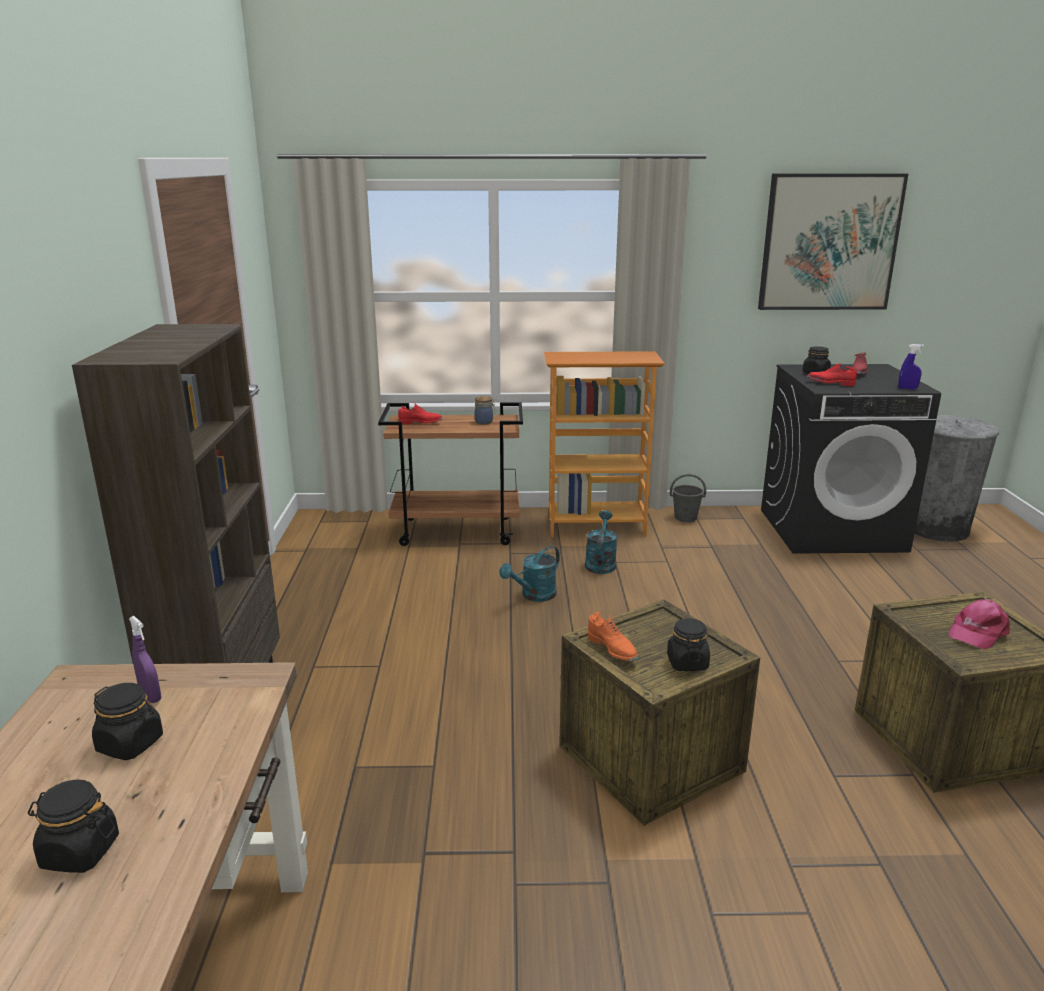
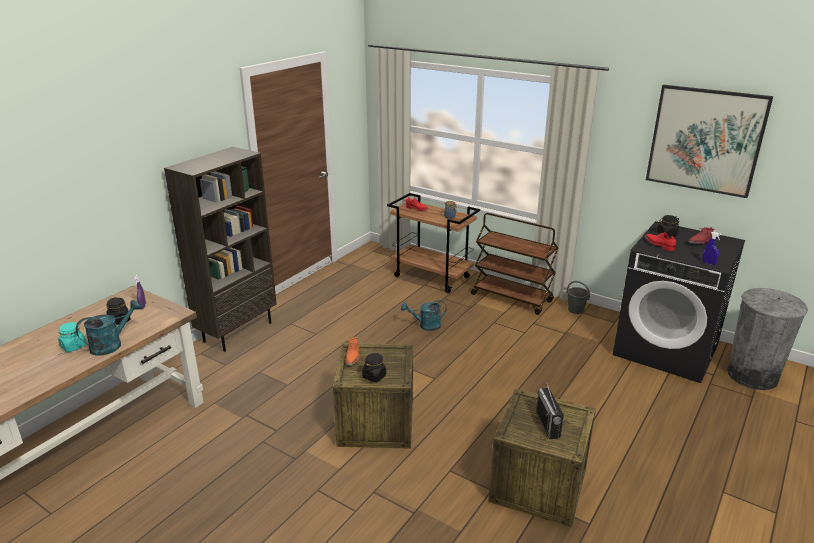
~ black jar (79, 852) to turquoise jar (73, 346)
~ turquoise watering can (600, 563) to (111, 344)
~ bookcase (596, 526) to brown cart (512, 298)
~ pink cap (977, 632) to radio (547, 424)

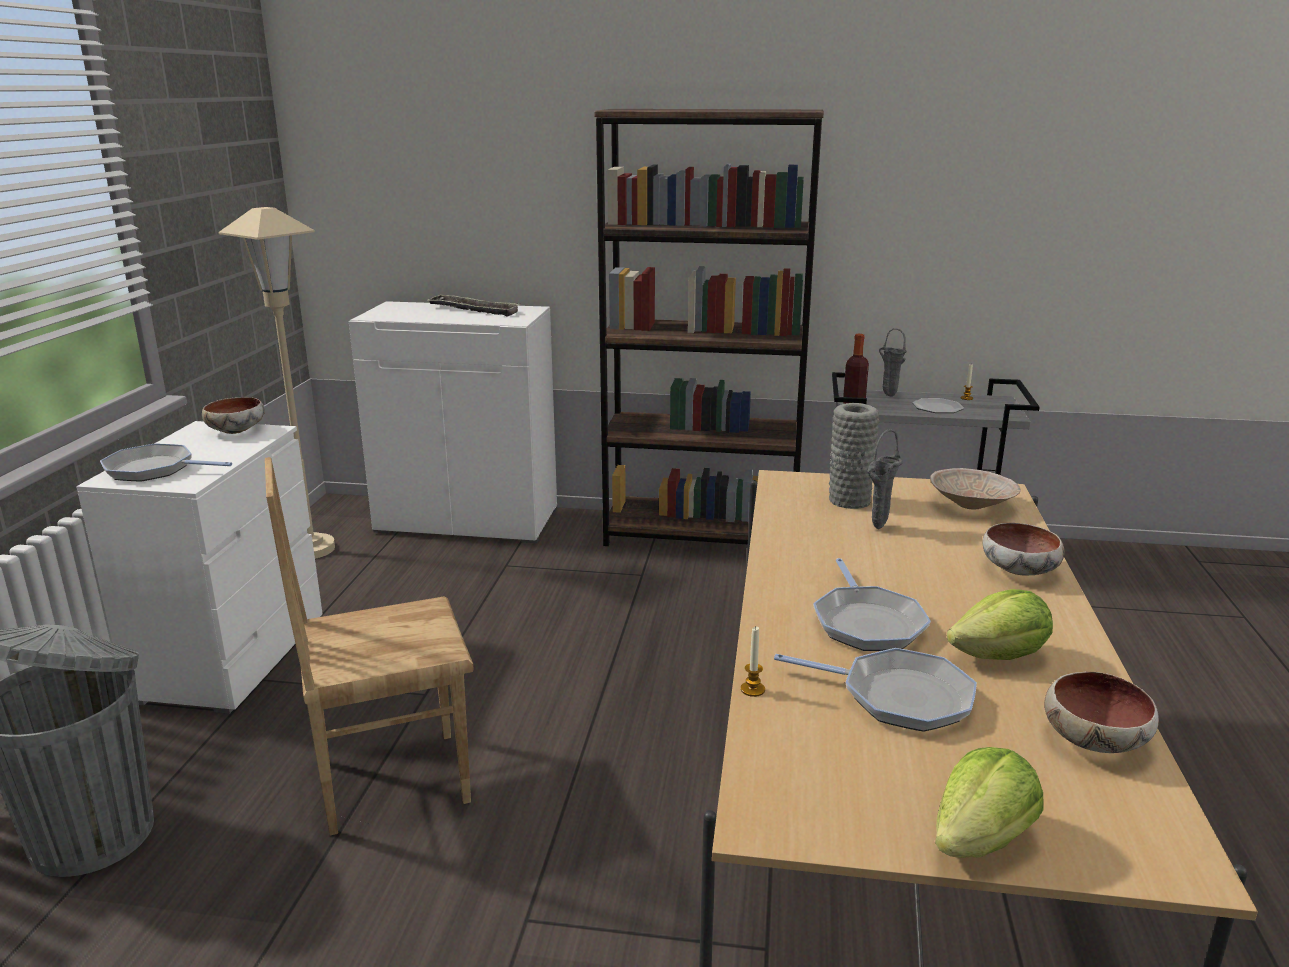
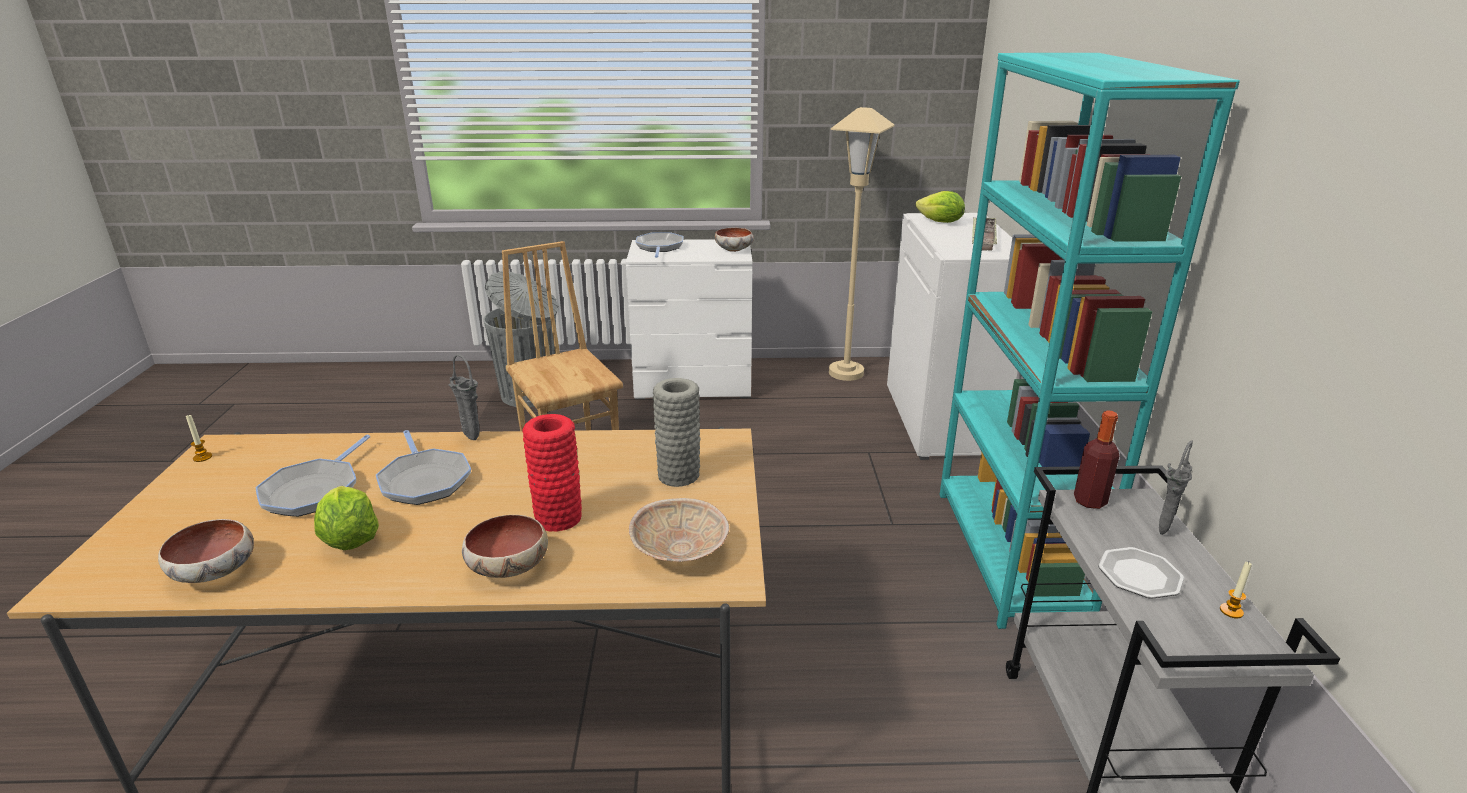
~ candle (752, 689) to (202, 457)
~ frying pan (867, 623) = (424, 480) 105 degrees counterclockwise
~ grey vase (878, 528) to (470, 438)
+ red vase (559, 518)
~ lettuce (981, 840) to (940, 222)
~ brown bookcase (702, 535) to turquoise bookcase (1009, 554)

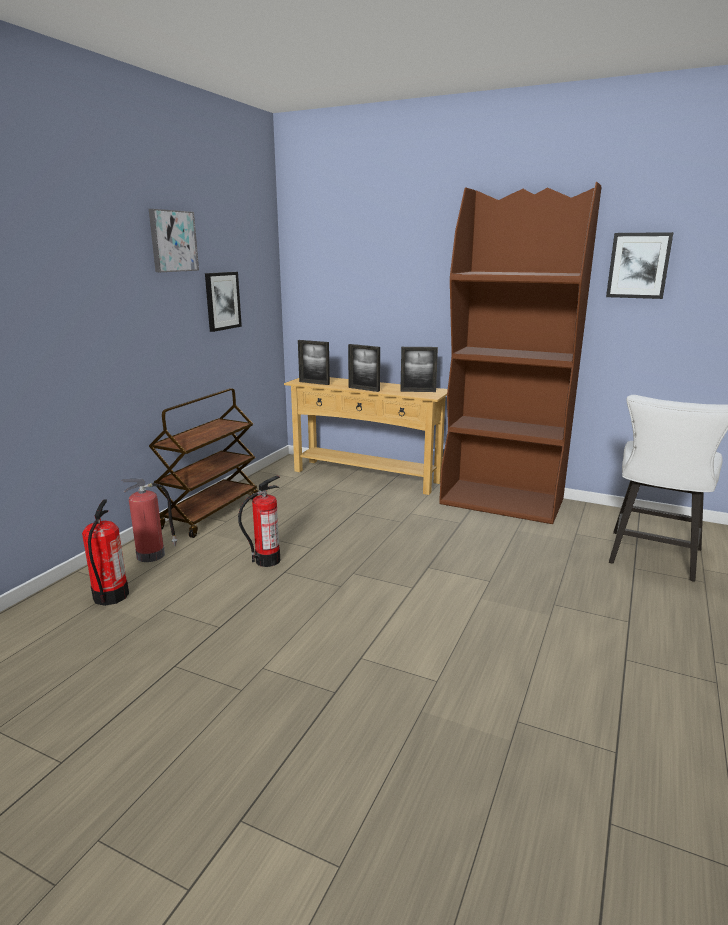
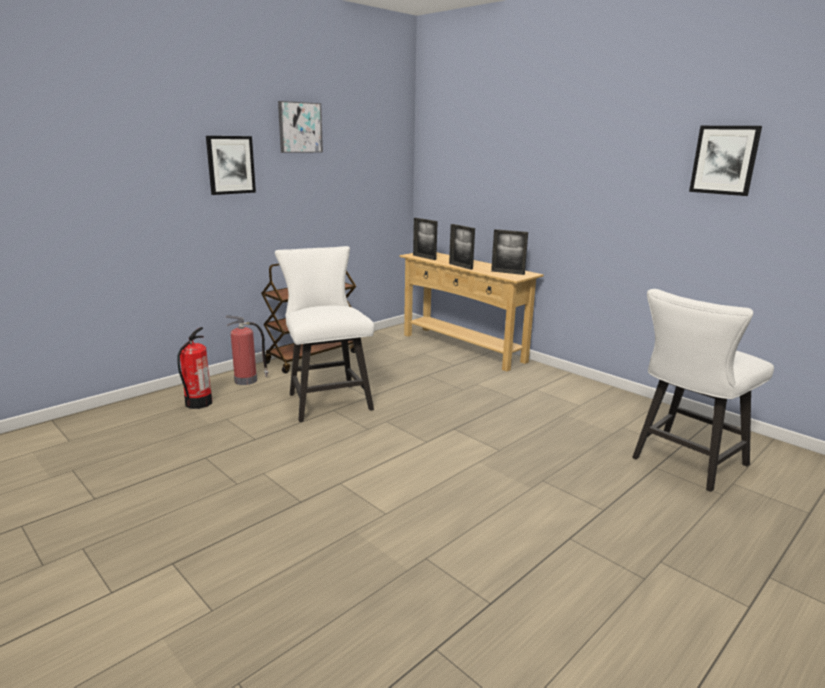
~ picture (222, 301) to (230, 165)
~ fire extinguisher (267, 560) to white chair (327, 399)
- brown bookcase (503, 501)

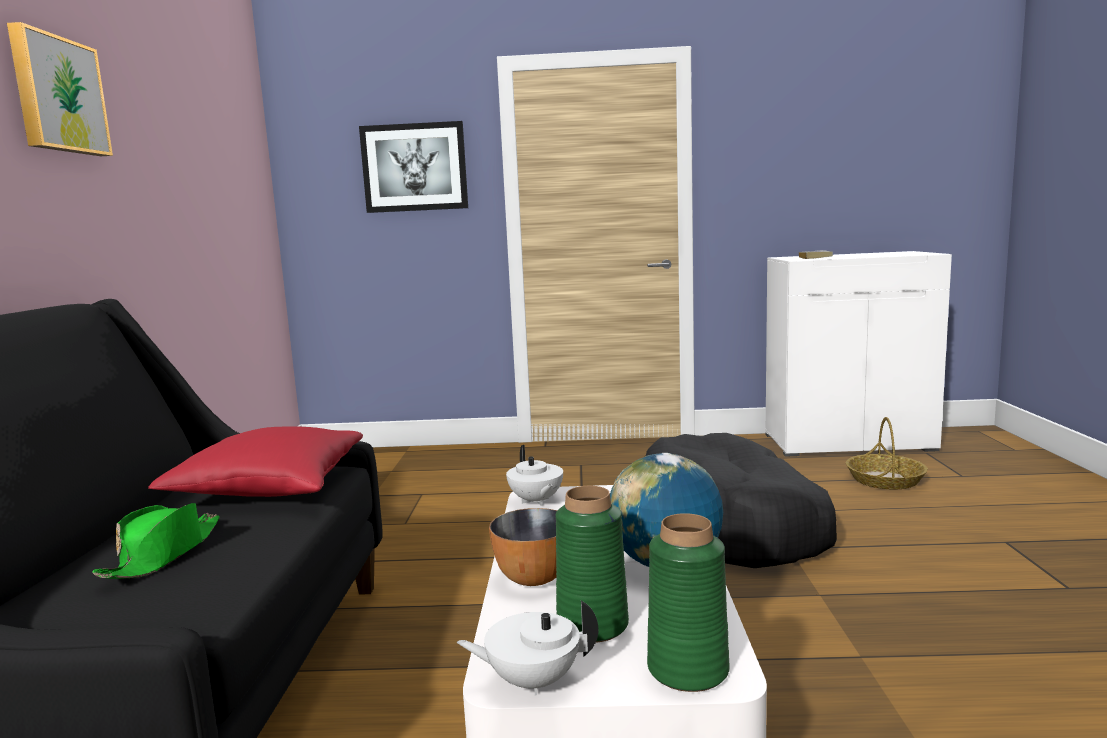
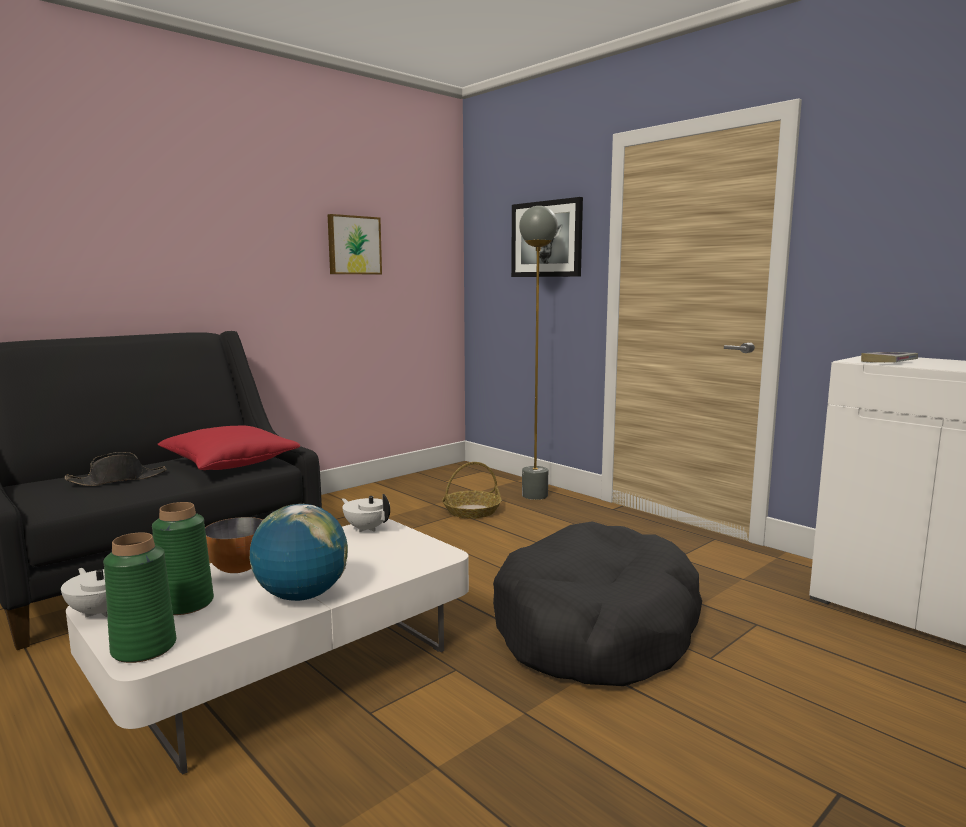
~ green hat (164, 554) to black hat (118, 480)
~ picture (57, 95) to (353, 245)
~ white teapot (536, 501) = (367, 528) 105 degrees clockwise
~ basket (884, 480) to (472, 511)
+ grey floor lamp (535, 495)

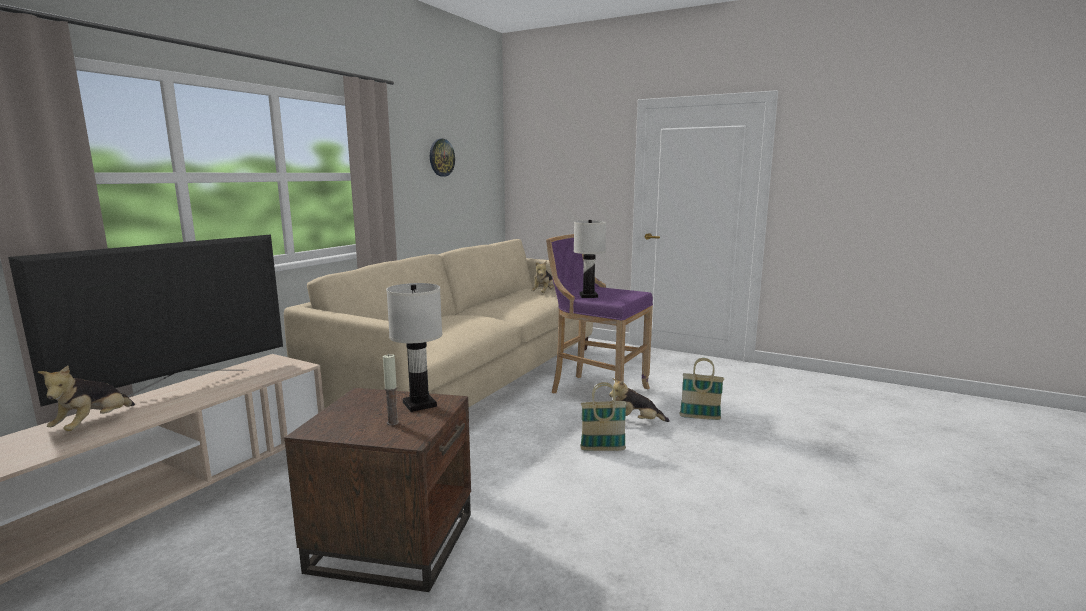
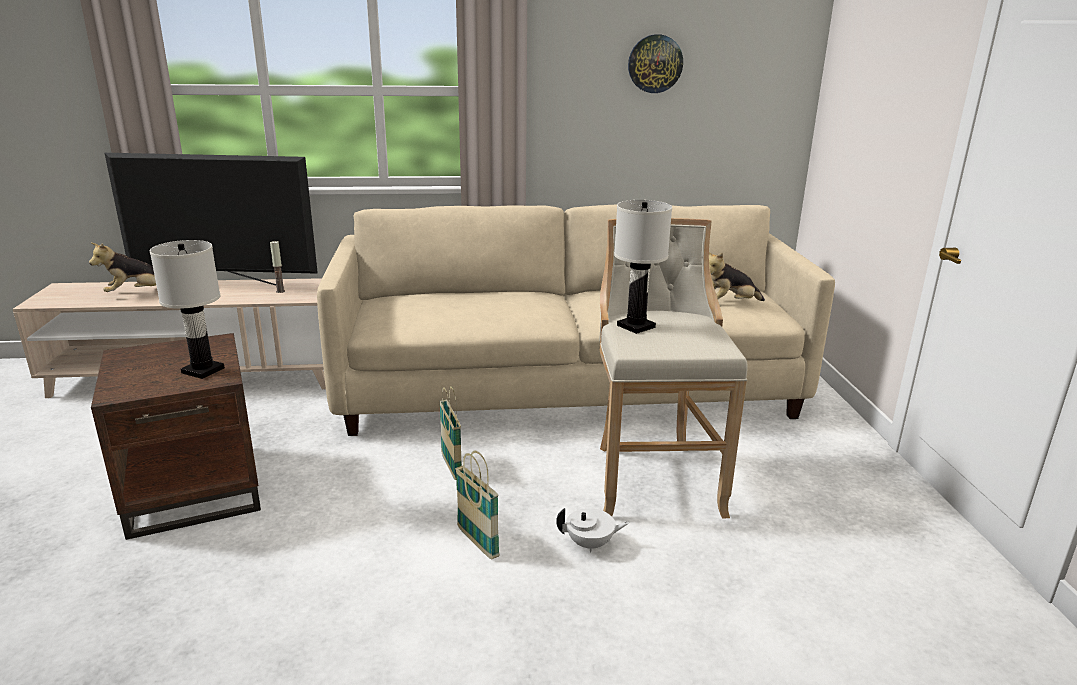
~ candle (393, 422) to (280, 291)
~ basket (700, 417) to (451, 467)
~ plush toy (636, 422) to white teapot (590, 544)
~ purple stool (596, 391) to beige stool (652, 478)

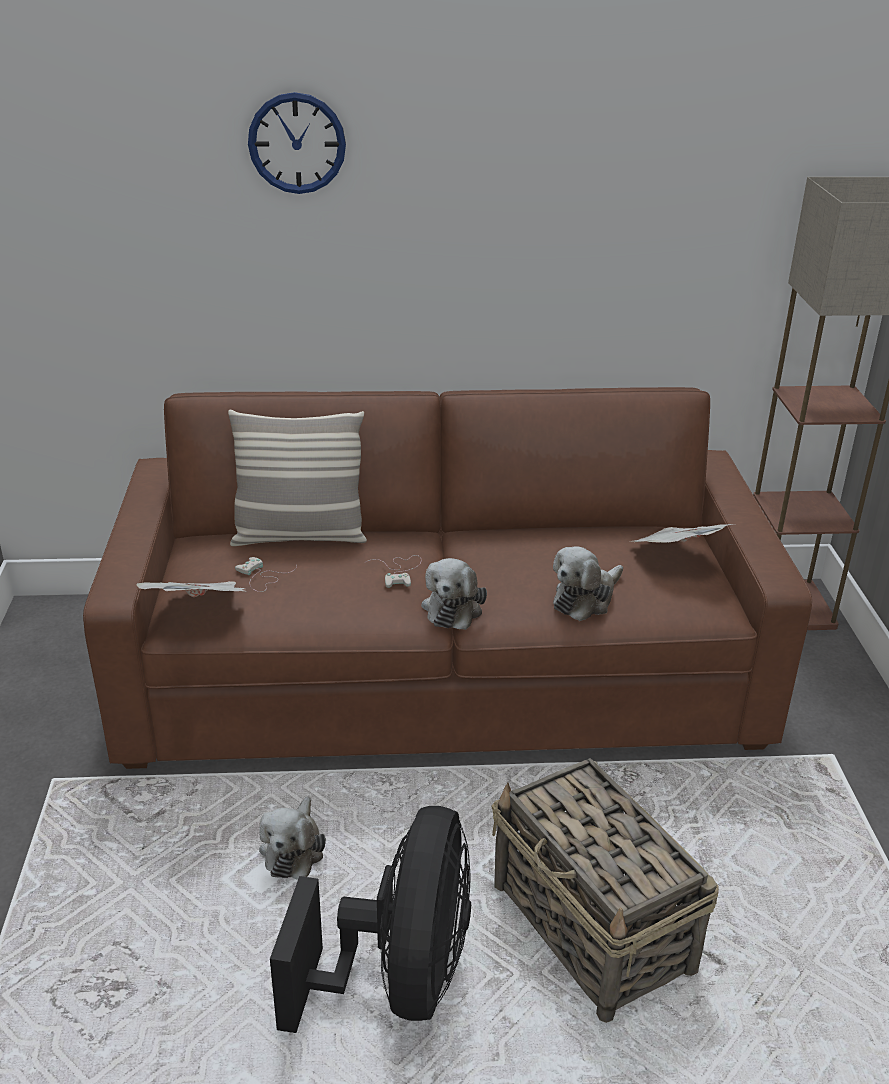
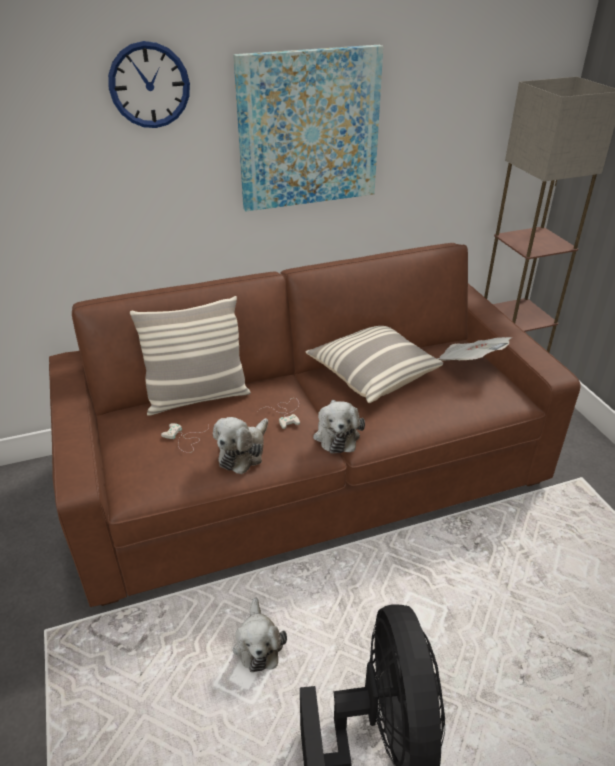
~ plush toy (585, 599) to (243, 452)
+ picture (308, 129)
+ pillow (372, 374)
- newspaper (199, 610)
- basket (593, 928)

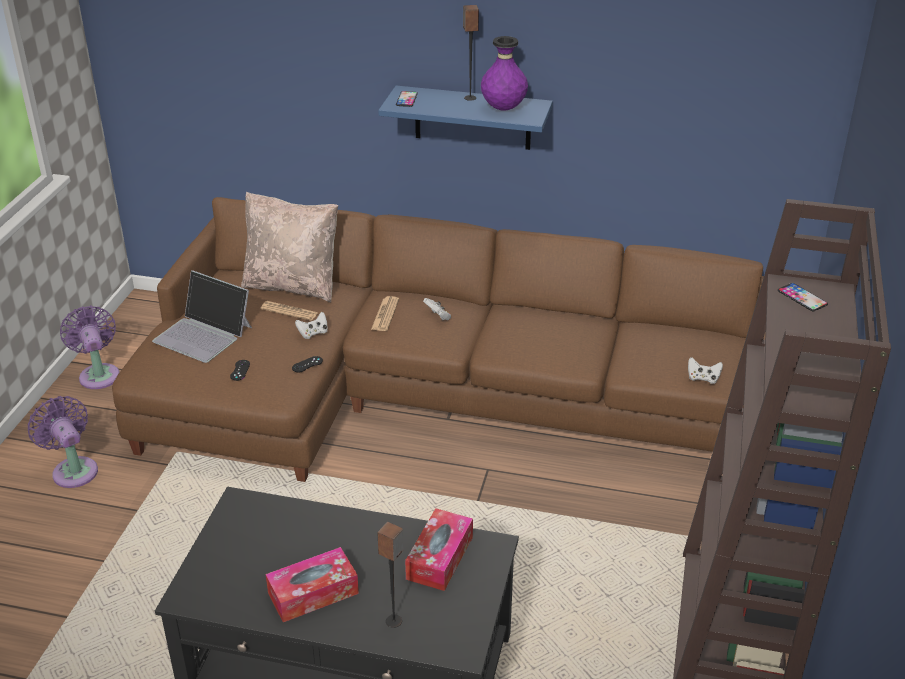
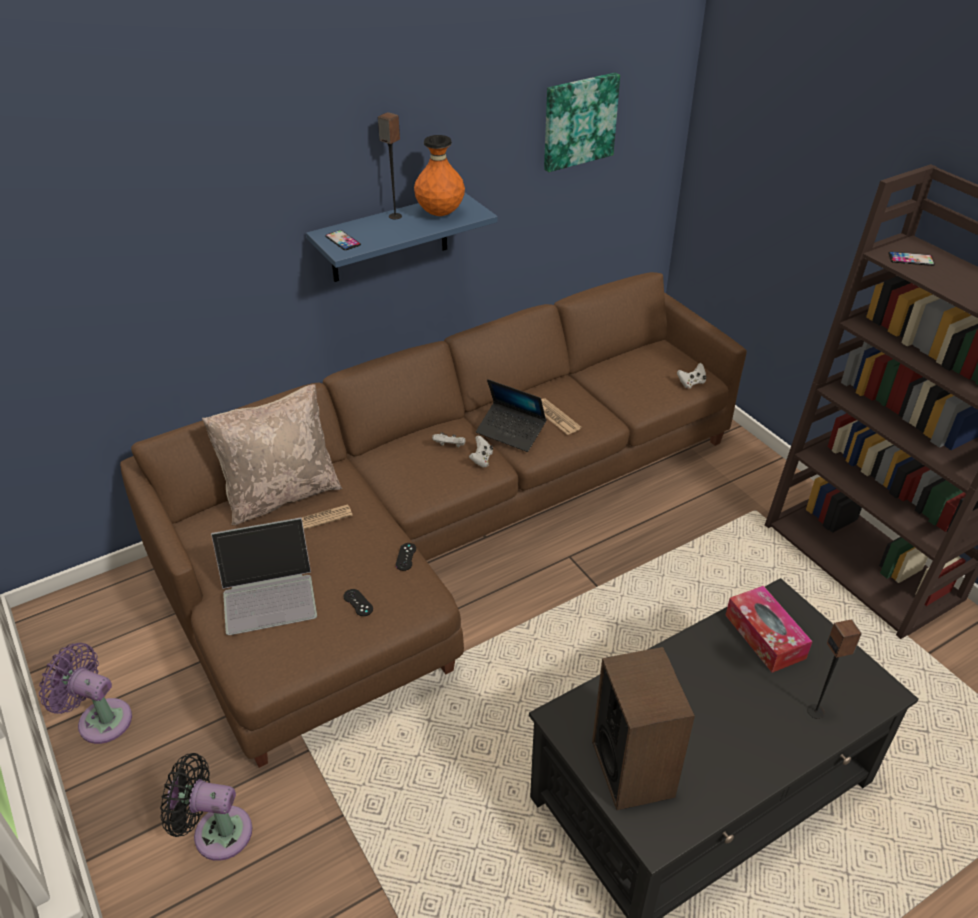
~ purple fan (73, 469) to black fan (216, 832)
~ purple vase (503, 108) to orange vase (440, 214)
~ white game controller (313, 333) to (481, 459)
+ laptop (511, 432)
~ newspaper (385, 314) to (556, 417)
+ picture (578, 121)
+ speaker (633, 768)
- tissue box (313, 593)

